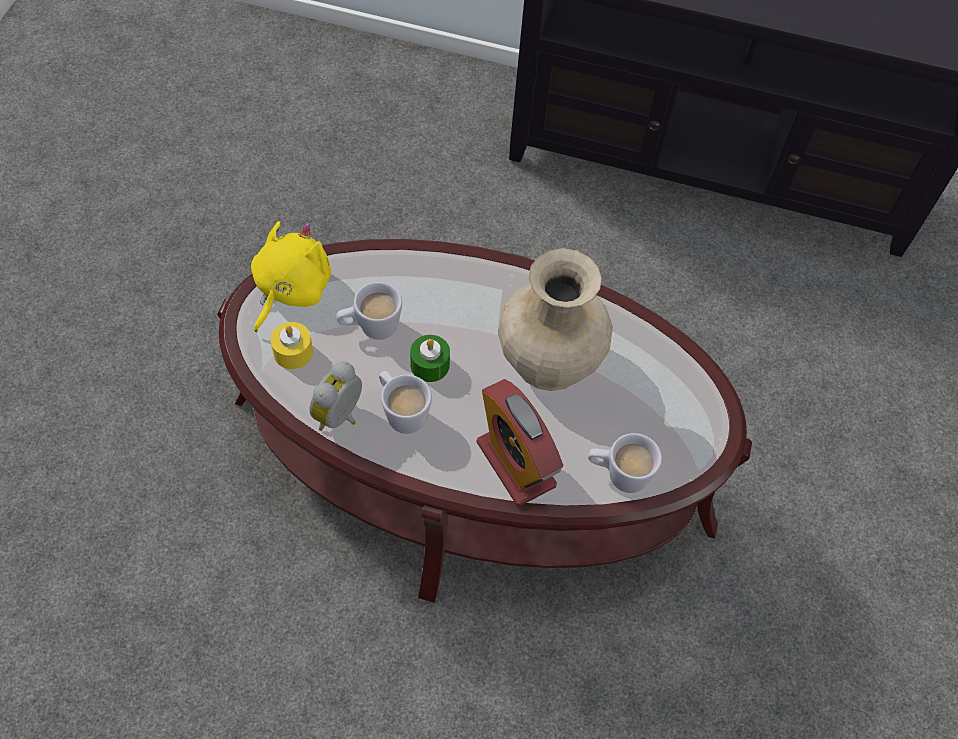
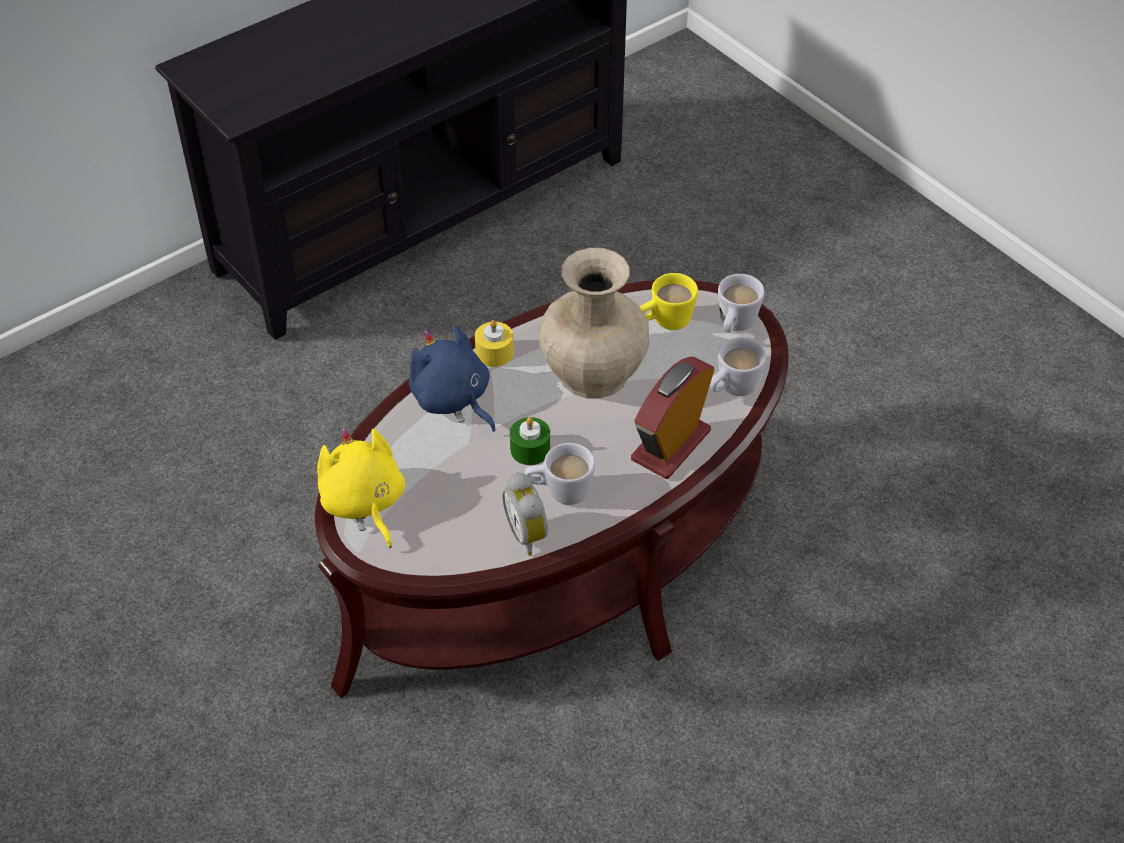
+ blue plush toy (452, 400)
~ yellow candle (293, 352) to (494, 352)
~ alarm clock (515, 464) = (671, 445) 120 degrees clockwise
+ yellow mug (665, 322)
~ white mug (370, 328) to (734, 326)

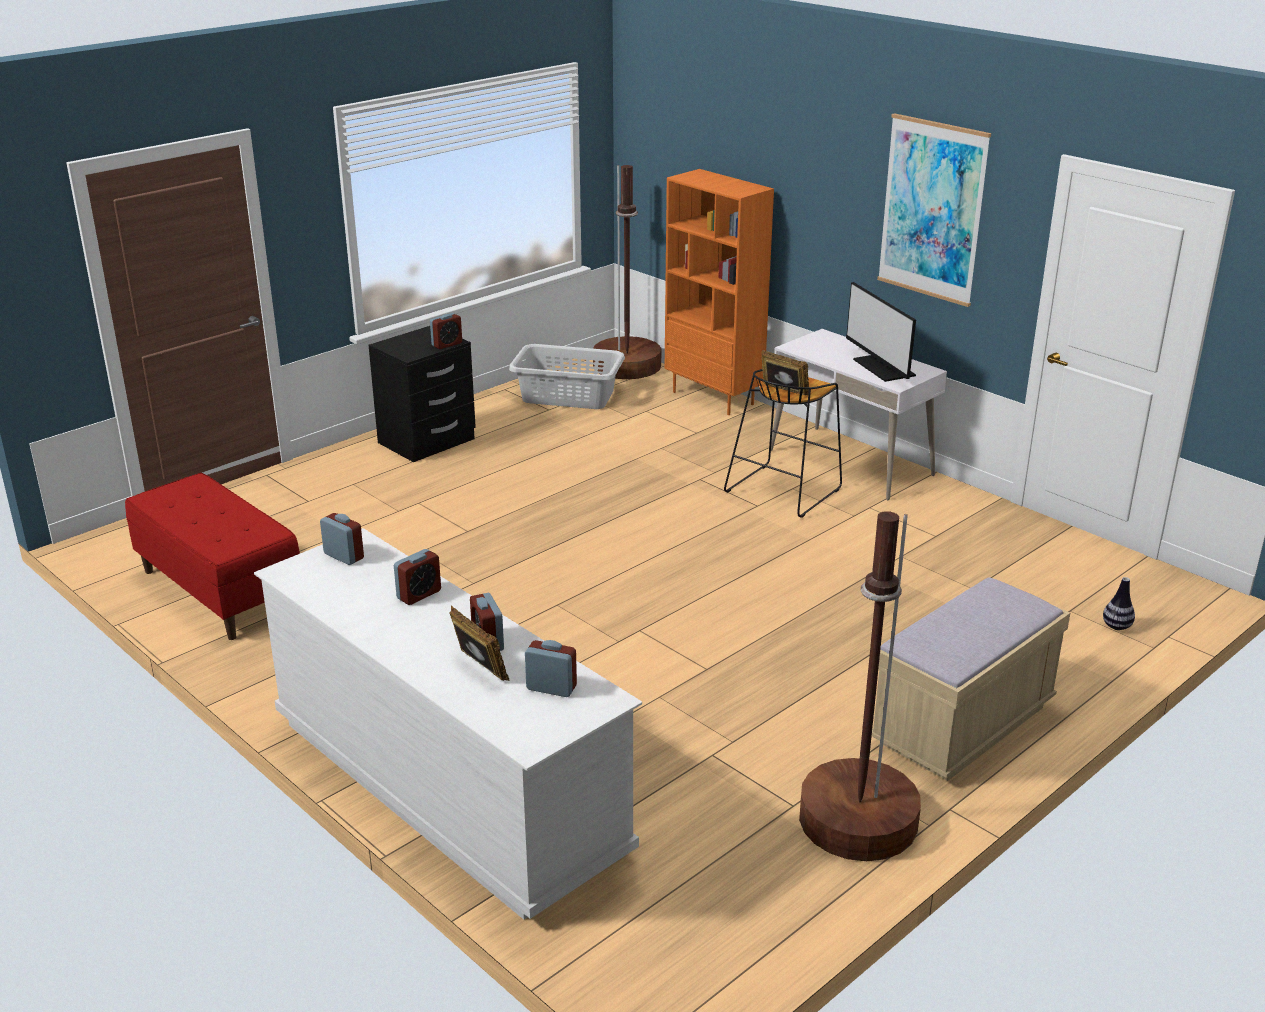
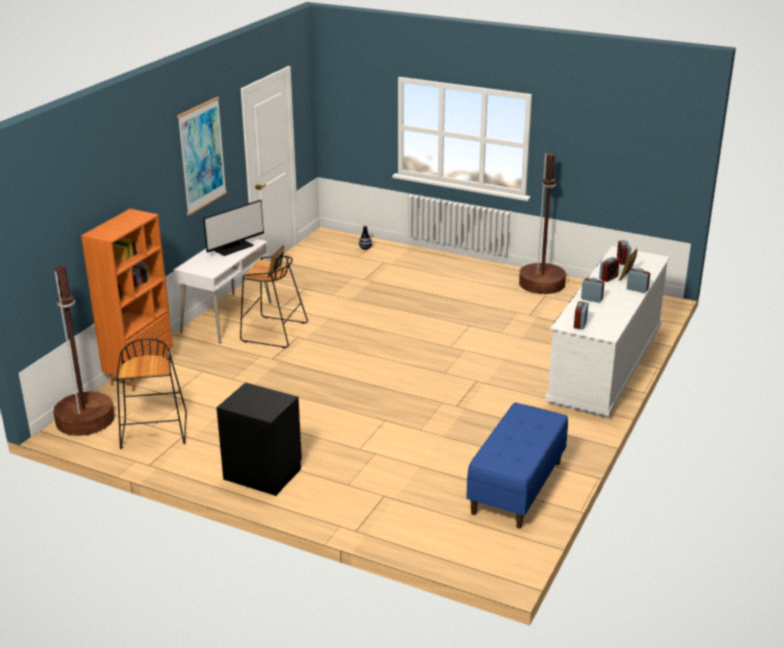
~ grey laundry basket (568, 396) to black stool (155, 432)
~ red bench (219, 591) to blue bench (517, 488)
~ alarm clock (447, 344) to (637, 289)
- beige bench (963, 725)

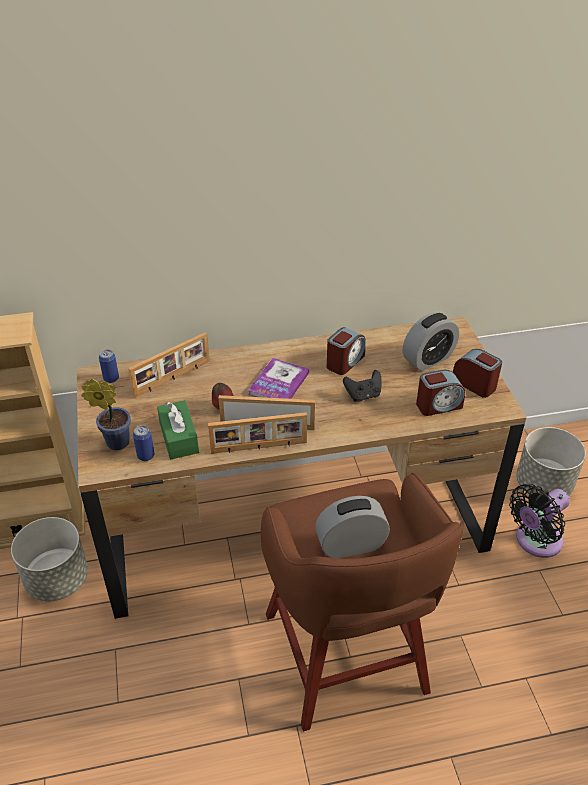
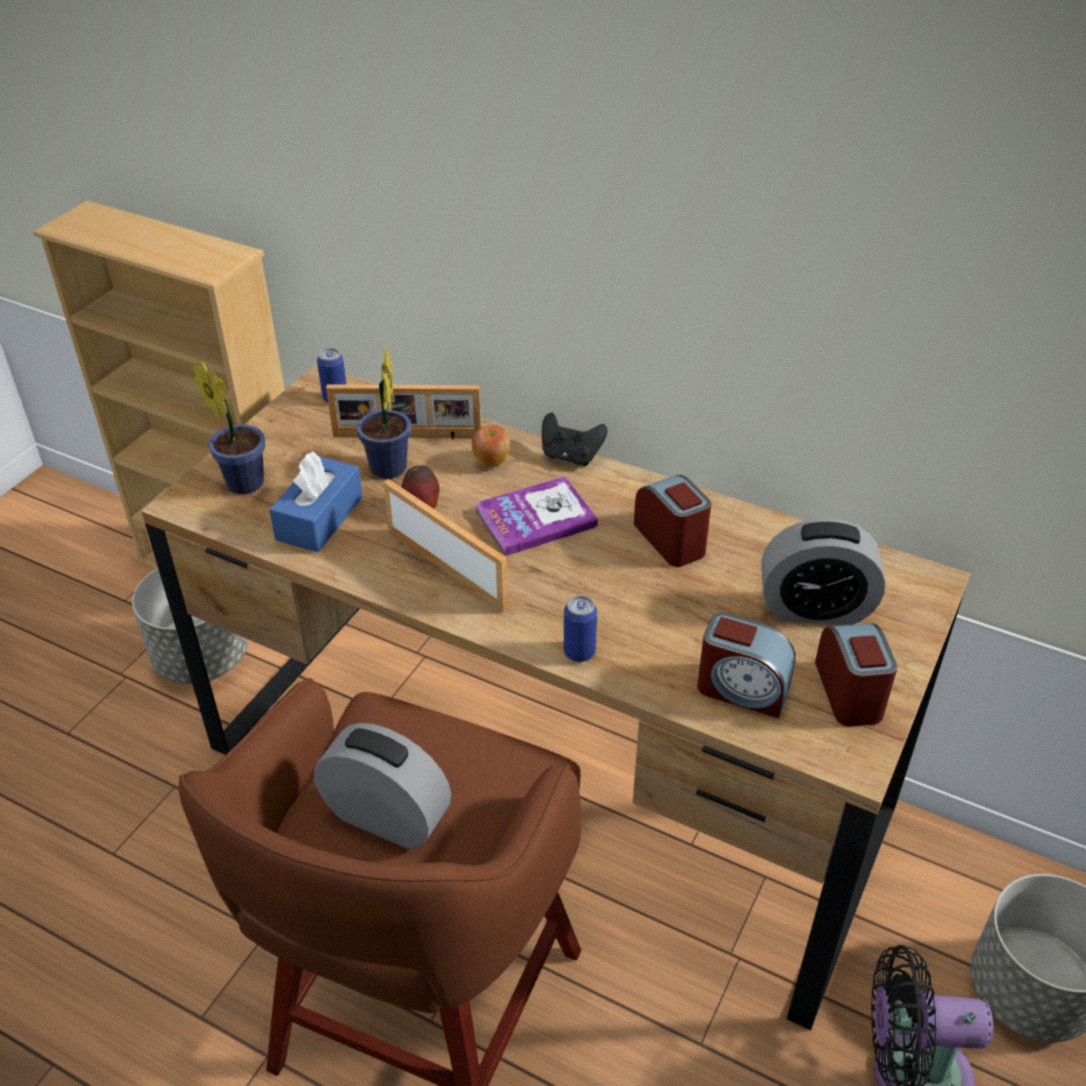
~ green tissue box (179, 437) to blue tissue box (319, 518)
+ potted plant (388, 471)
+ apple (492, 462)
~ black game controller (363, 395) to (570, 456)
~ can (146, 456) to (579, 652)
~ alarm clock (345, 362) = (671, 540) 105 degrees counterclockwise
- picture frame (259, 448)

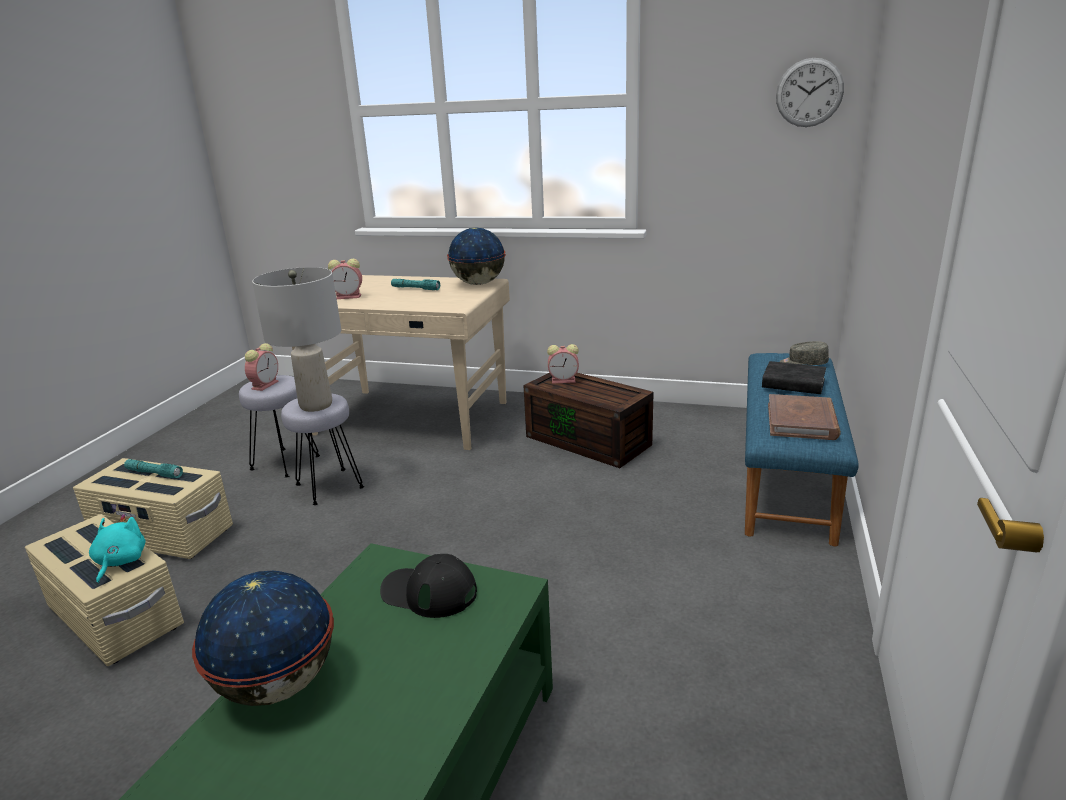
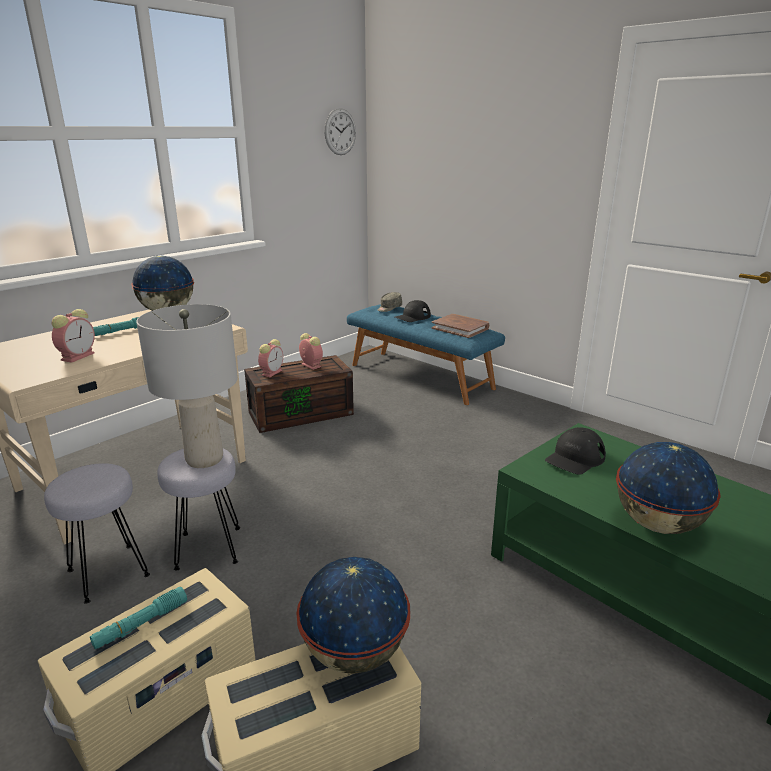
~ turquoise plush toy (120, 562) to globe (355, 653)
~ alarm clock (265, 385) to (310, 365)
~ black book (793, 383) to black cap (412, 317)

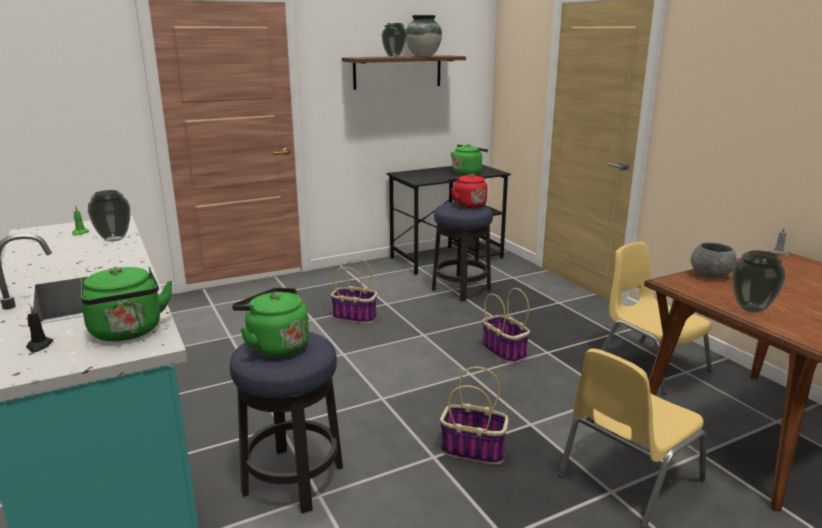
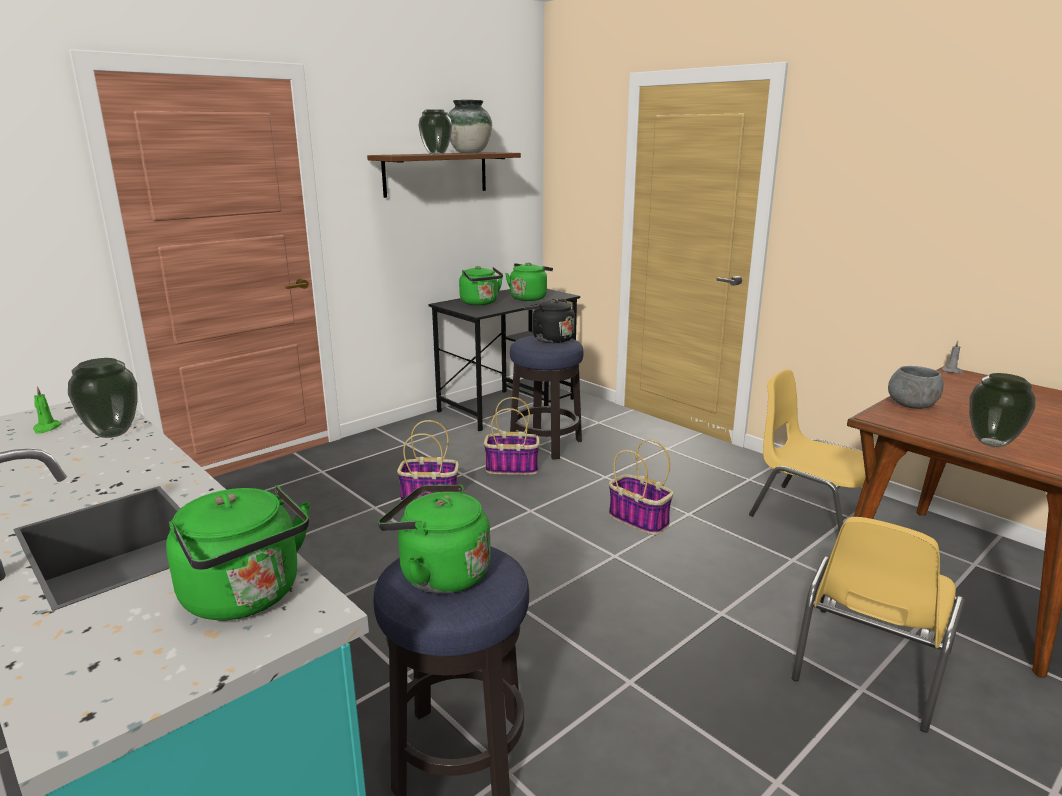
+ green kettle (480, 303)
~ basket (474, 450) to (513, 468)
~ red kettle (467, 205) to black kettle (550, 339)
- black candle (39, 346)

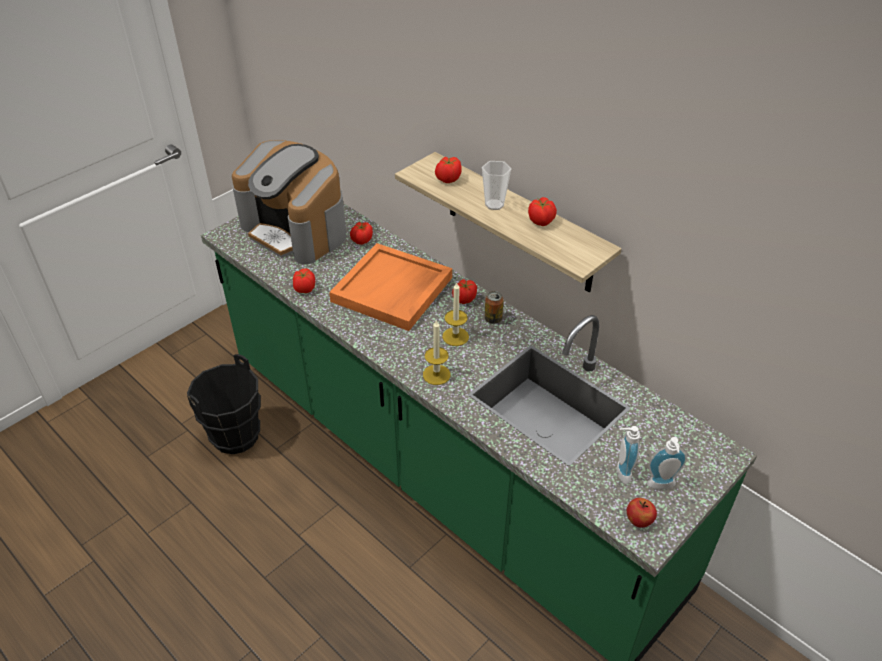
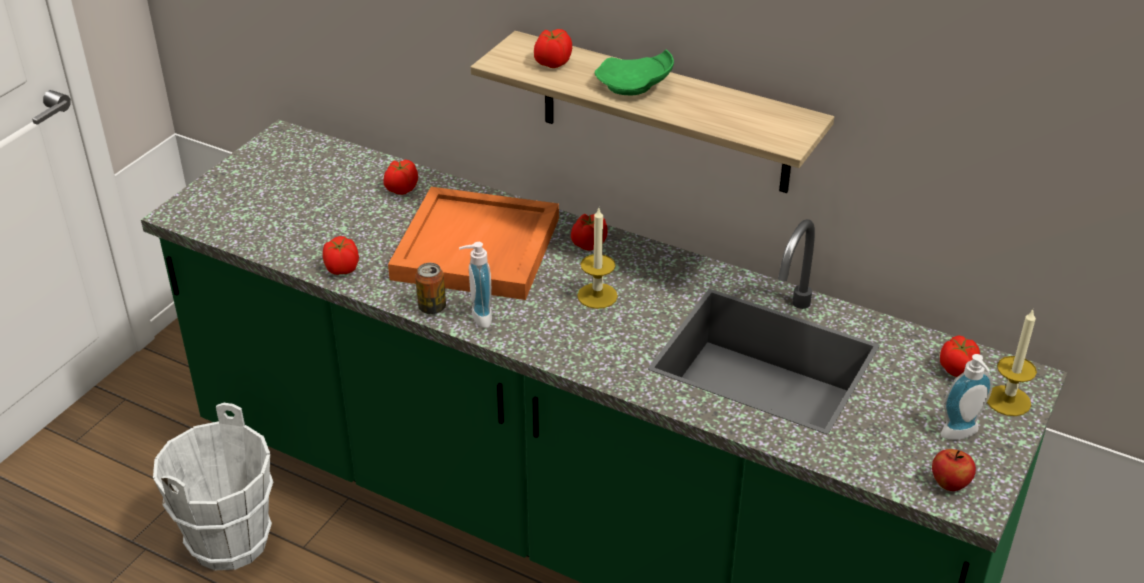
~ black bucket (236, 436) to white bucket (231, 542)
~ can (493, 319) to (432, 307)
~ soap dispenser (620, 473) to (477, 317)
~ cup (494, 205) to green plate (635, 87)
~ tomato (541, 221) to (957, 369)
~ candle (436, 374) to (1008, 401)
- coffee machine (296, 230)

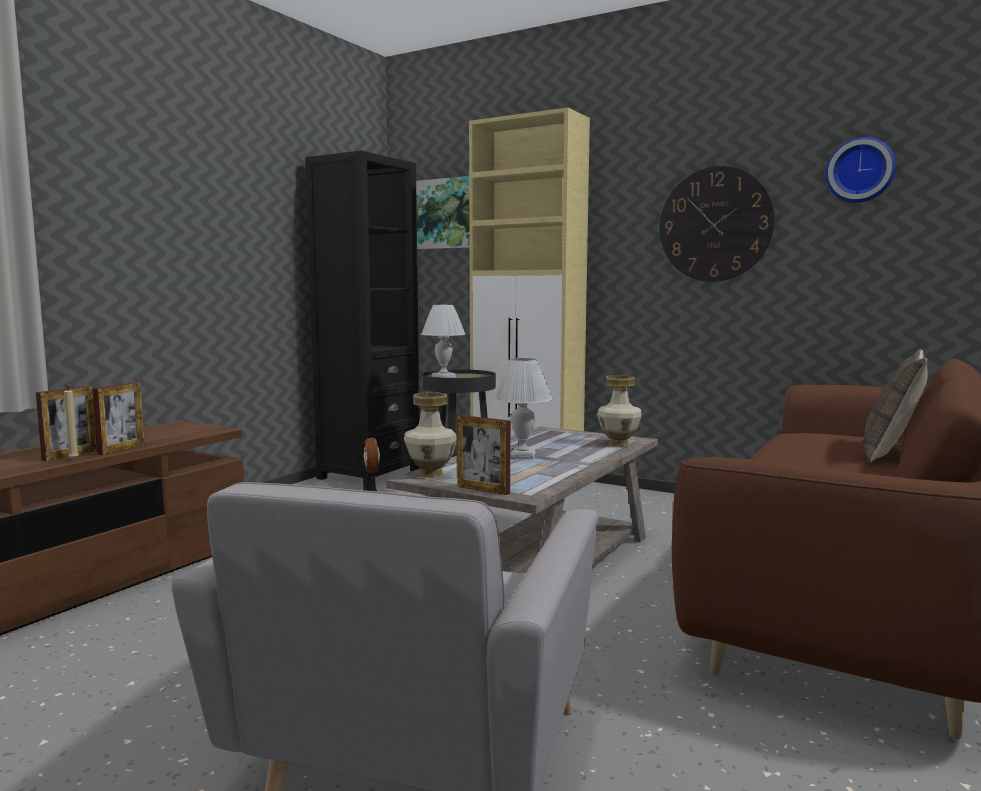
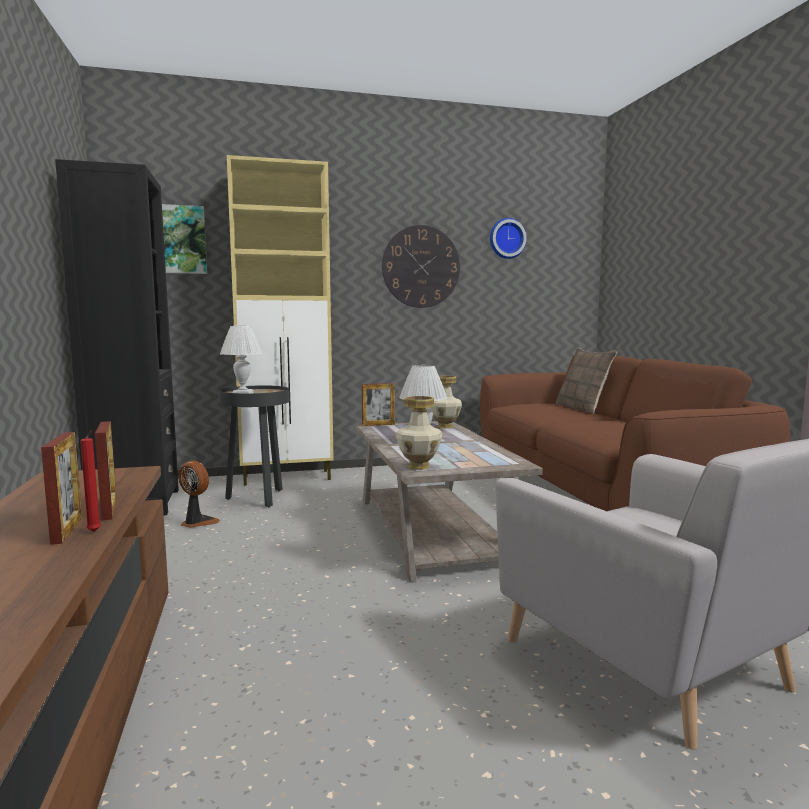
~ beige candle (73, 459) to red candle (95, 532)
~ picture frame (483, 490) to (378, 425)

